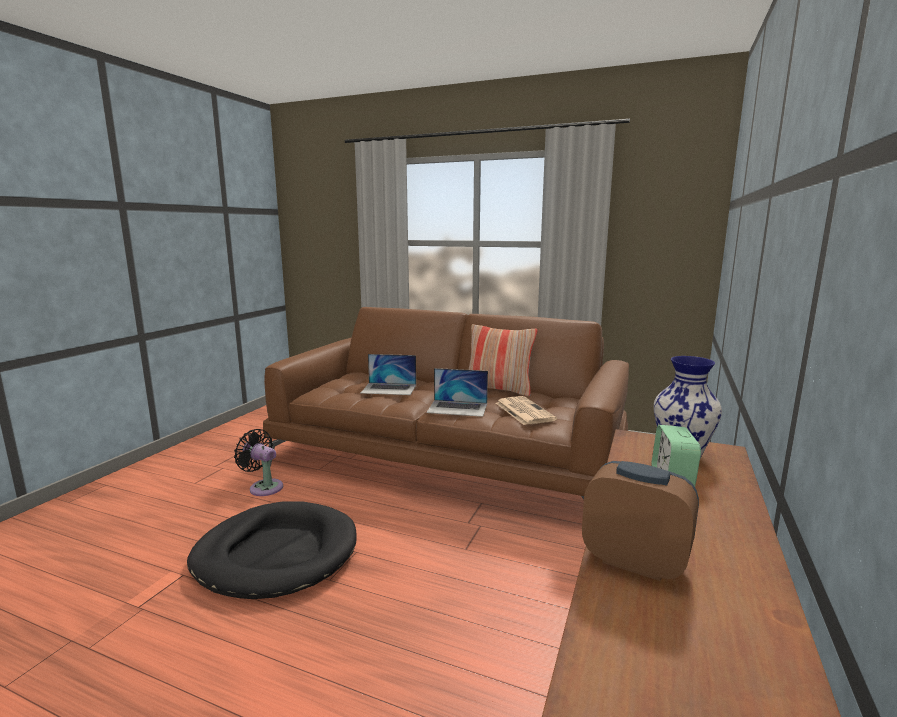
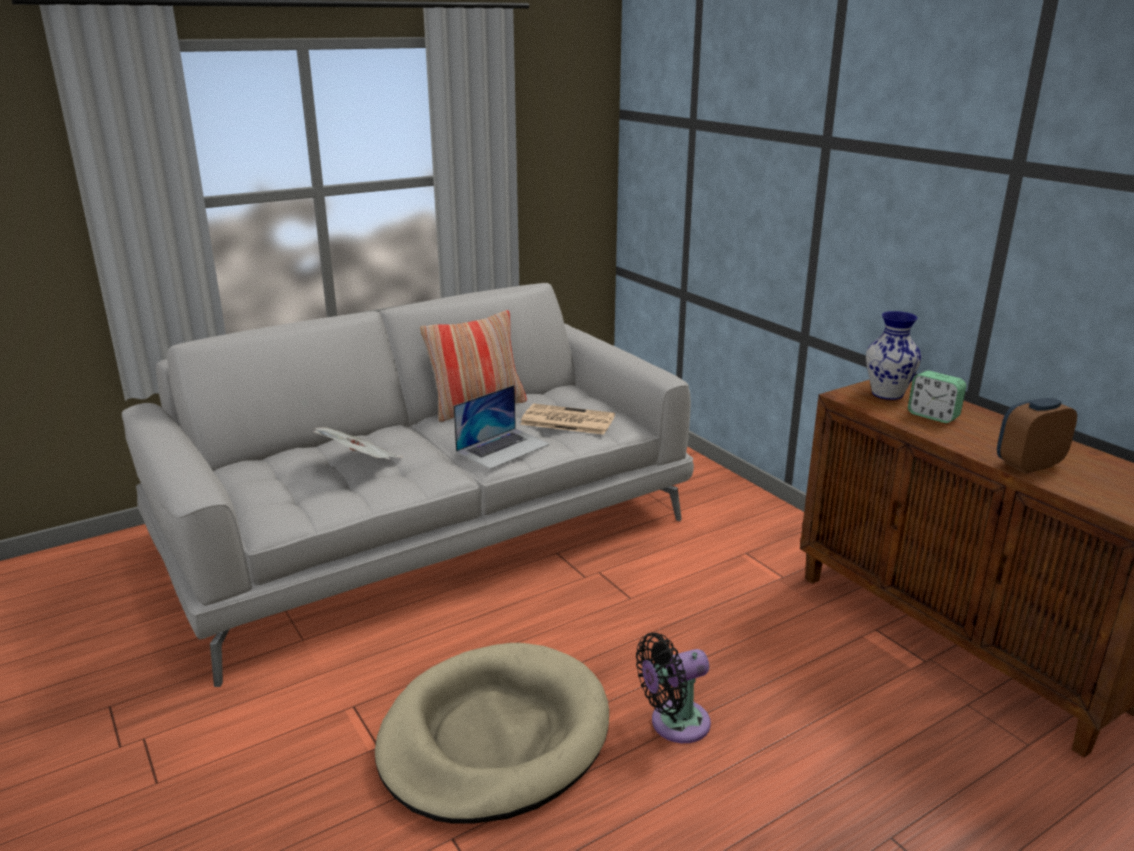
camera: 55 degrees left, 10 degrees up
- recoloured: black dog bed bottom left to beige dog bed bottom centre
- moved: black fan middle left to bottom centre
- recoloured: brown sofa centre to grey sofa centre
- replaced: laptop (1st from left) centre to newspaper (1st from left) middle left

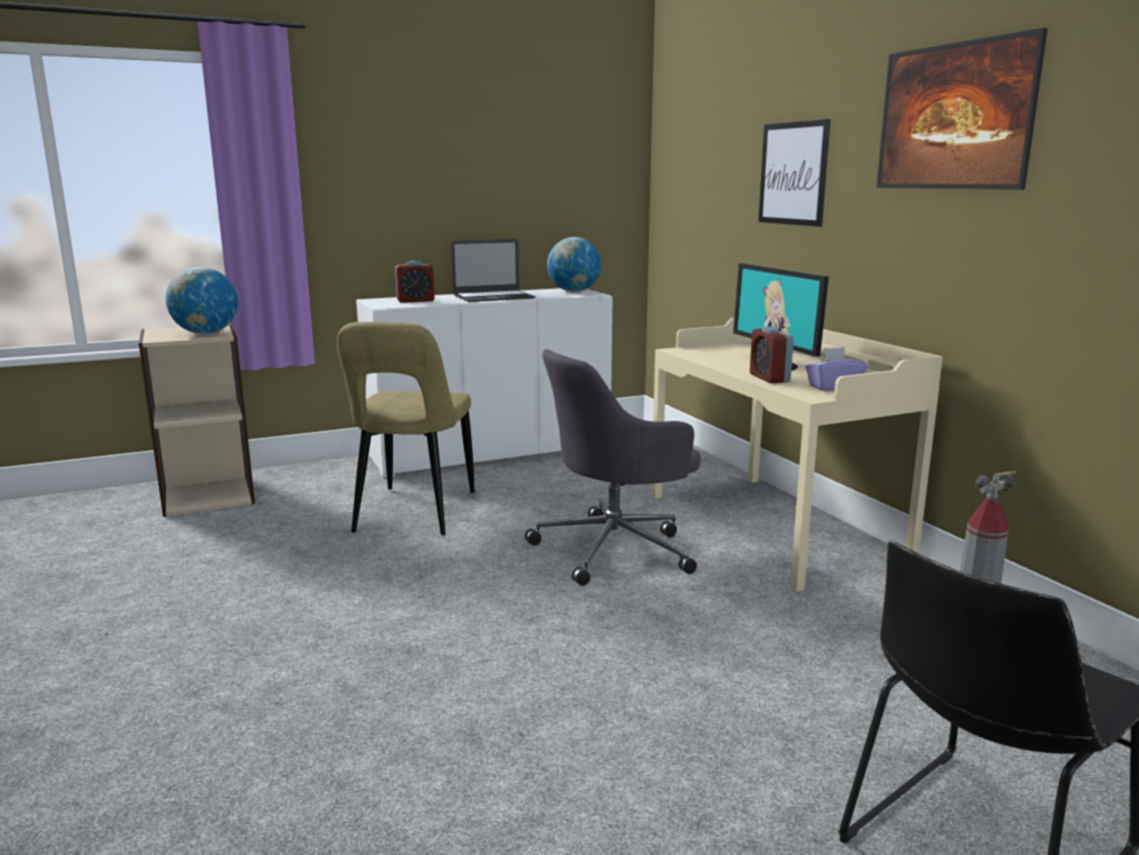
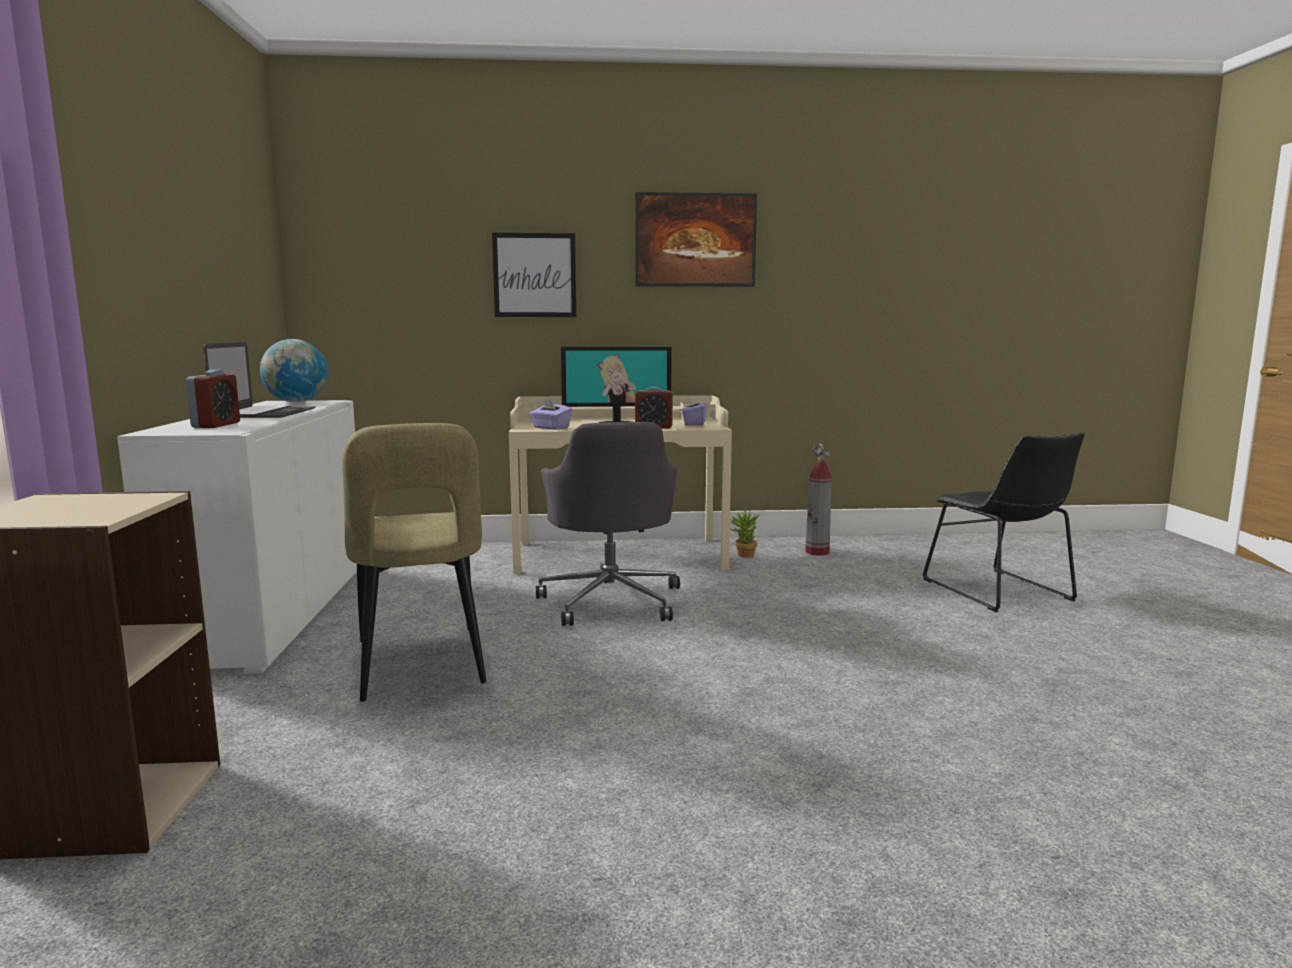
camera: 70 degrees left, 5 degrees down
- removed: globe (1st from left) middle left
- turned: beige chair centre = middle left 45 degrees clockwise
- added: purple tissue box (1st from left) centre
- added: potted plant centre

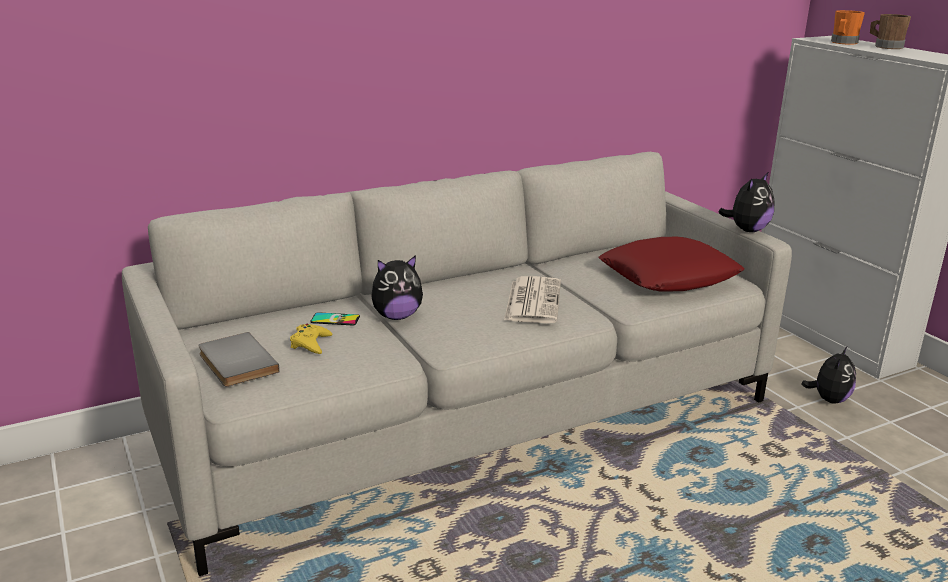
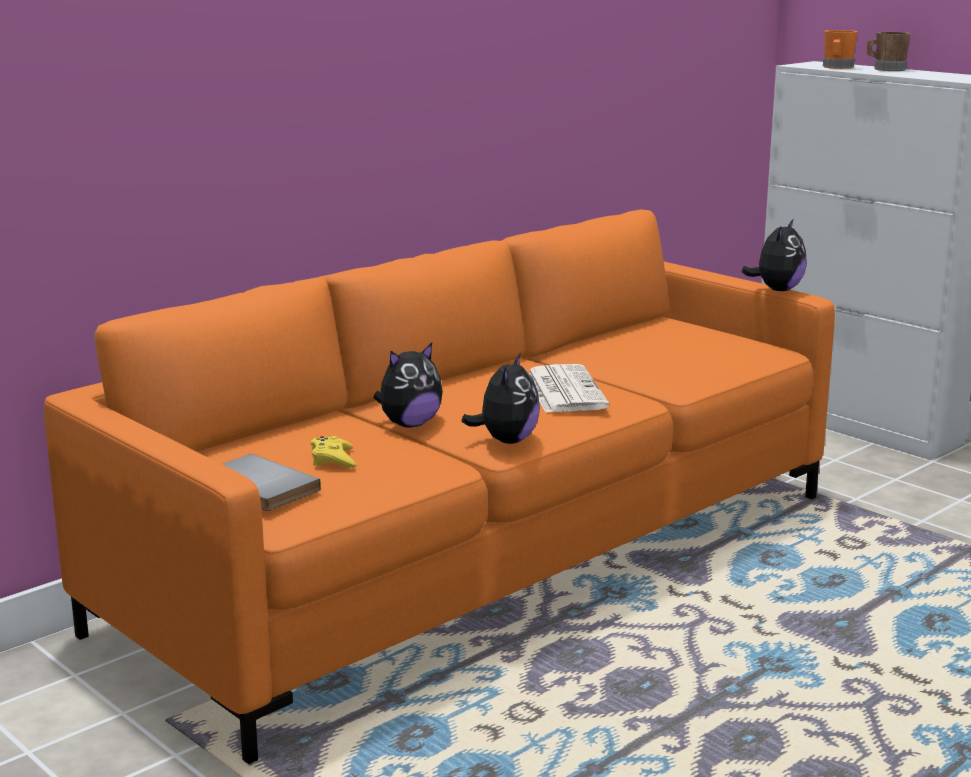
camera: 15 degrees left, 5 degrees down
- recoloured: grey sofa centre to orange sofa centre
- removed: phone centre
- removed: red pillow middle right
- moved: plush toy (3rd from left in the first image) middle right to plush toy (2nd from left) centre

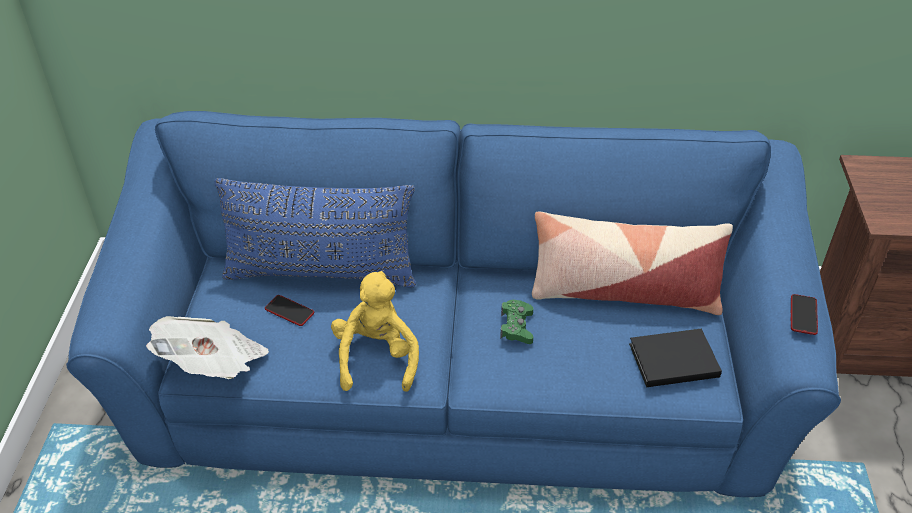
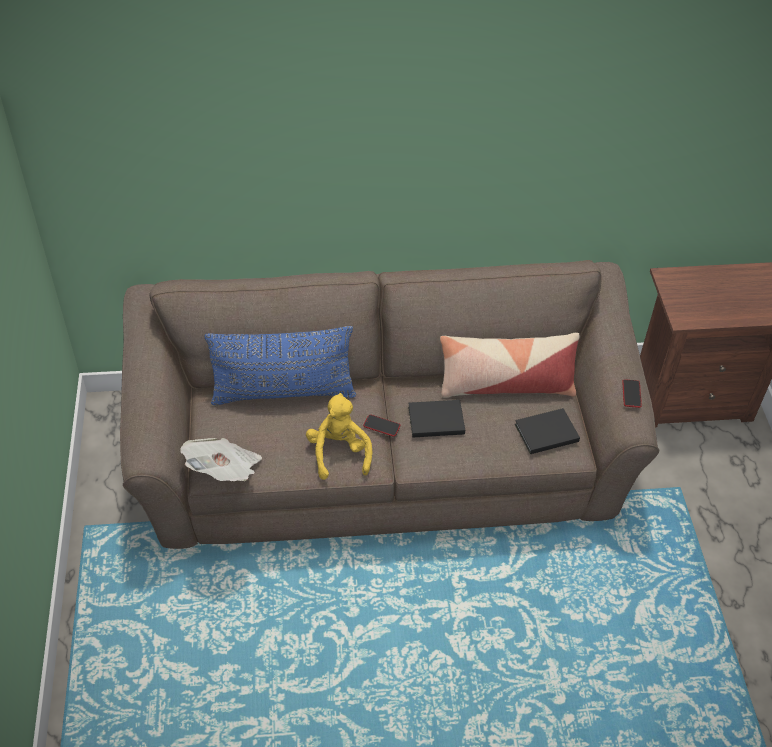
camera: 10 degrees left, 5 degrees up
- recoloured: blue sofa centre to brown sofa centre
- moved: phone (1st from left) middle left to centre
- replaced: green game controller centre to black book (1st from left) centre

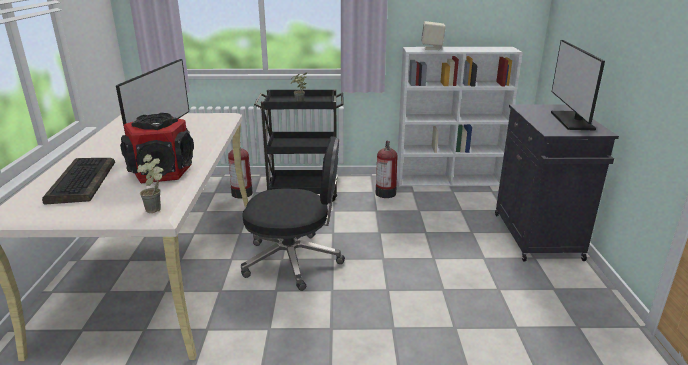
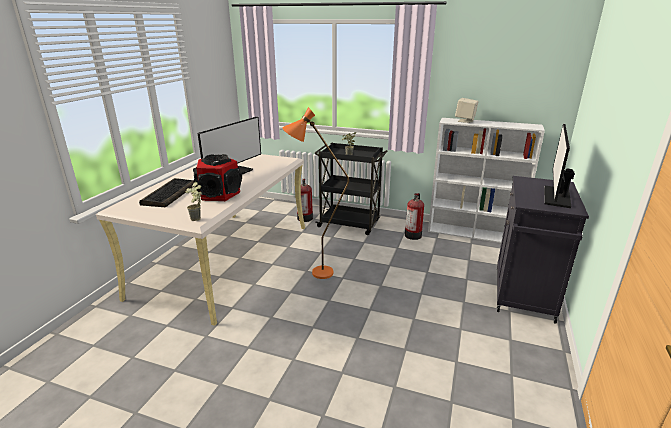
camera: 20 degrees right, 0 degrees up
- replaced: black office chair centre to orange floor lamp centre

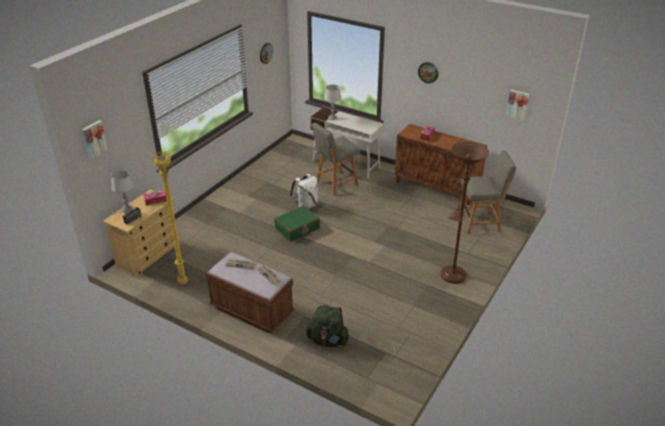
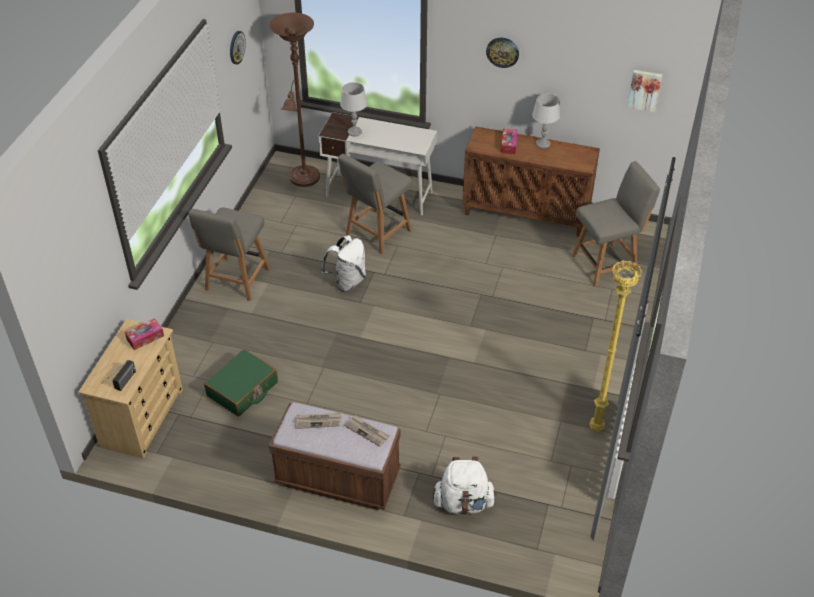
camera: 15 degrees left, 10 degrees up
- removed: picture (1st from left) top left
- moved: grey table lamp (1st from left in the first image) middle left to grey table lamp (2nd from left) top right
- moved: yellow floor lamp middle left to middle right
- moved: green suitcase centre to middle left
- recoloured: green backpack bottom centre to white backpack (2nd from left) bottom centre
- moved: brown floor lamp middle right to top centre
- added: grey chair (1st from left) middle left

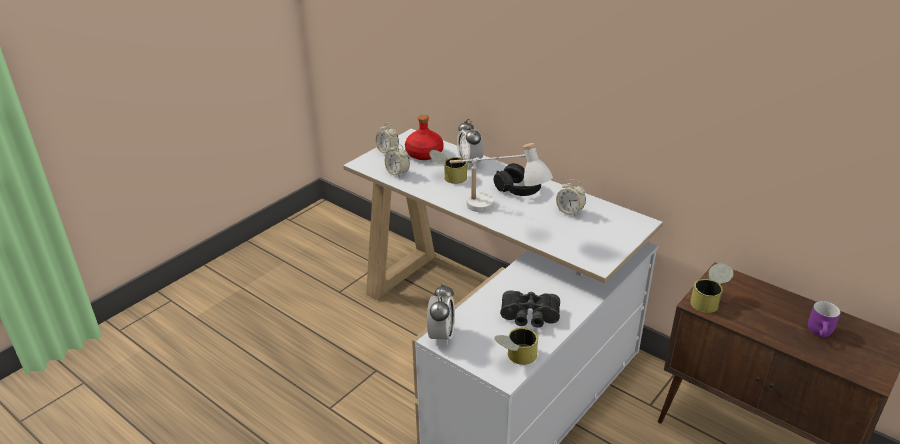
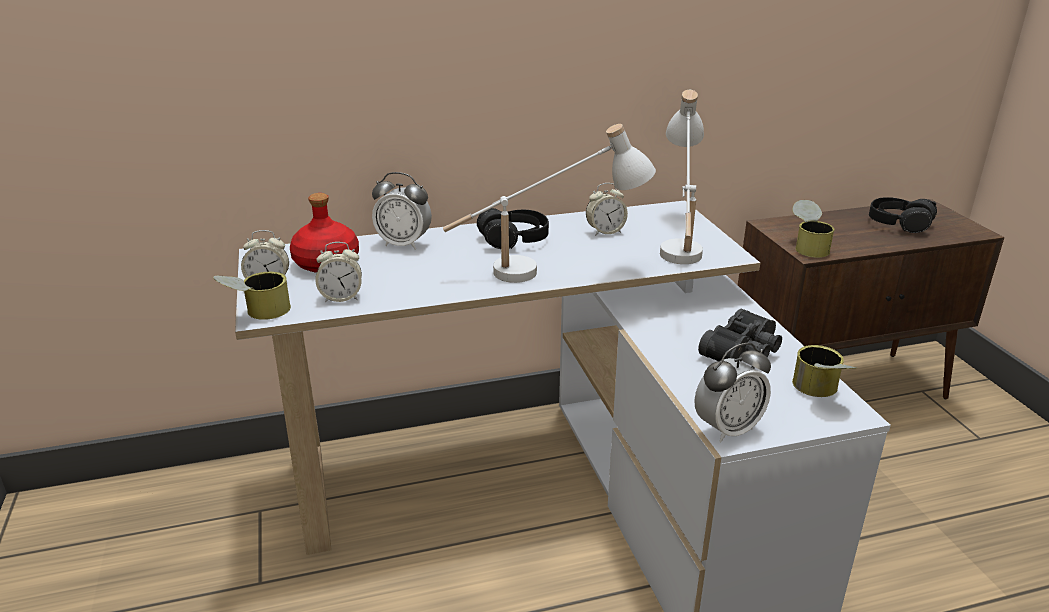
camera: 55 degrees left, 5 degrees down
- turned: alarm clock (3rd from left in the first image) bottom centre = middle right 105 degrees clockwise
- moved: can (1st from left) centre to middle left
- replaced: purple mug bottom right to black headphones (2nd from left) middle right
- added: white table lamp (2nd from left) top centre

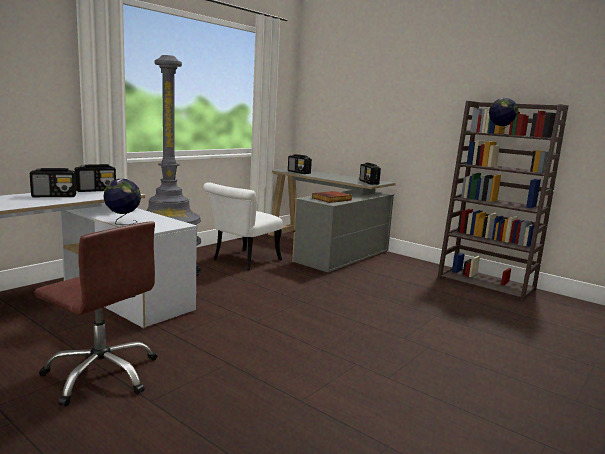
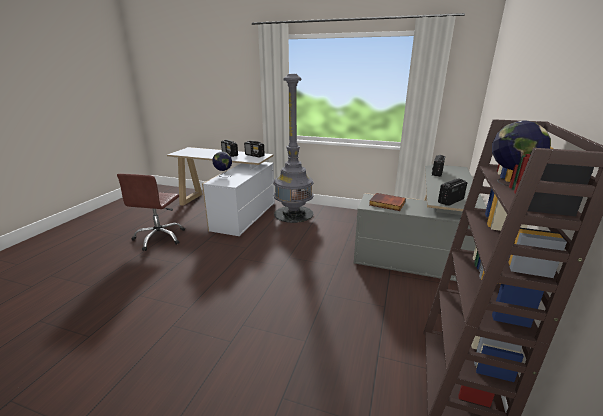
camera: 70 degrees right, 10 degrees up
- removed: white chair centre

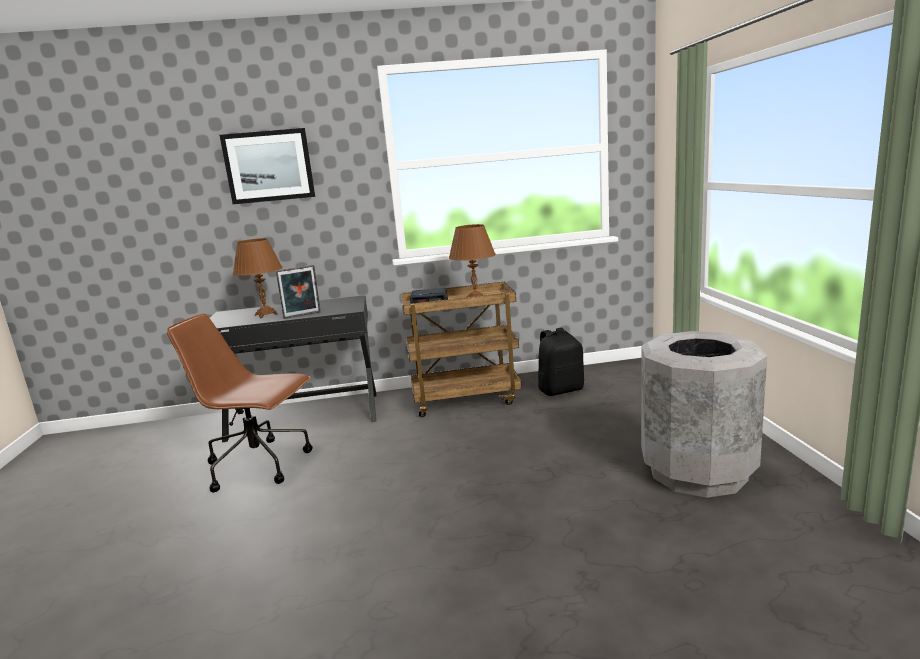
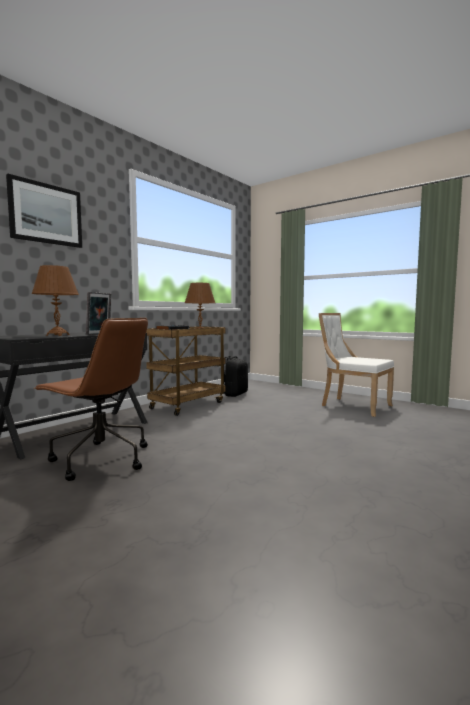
camera: 45 degrees left, 10 degrees down
- turned: brown office chair middle left = middle left 120 degrees counterclockwise
- replaced: grey trash can middle right to white chair middle right

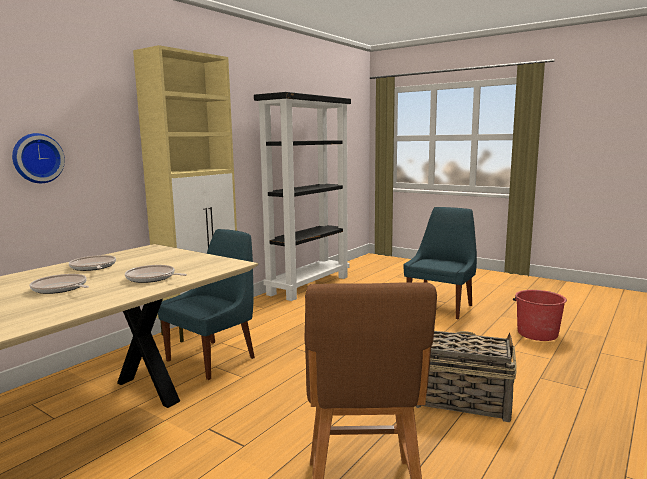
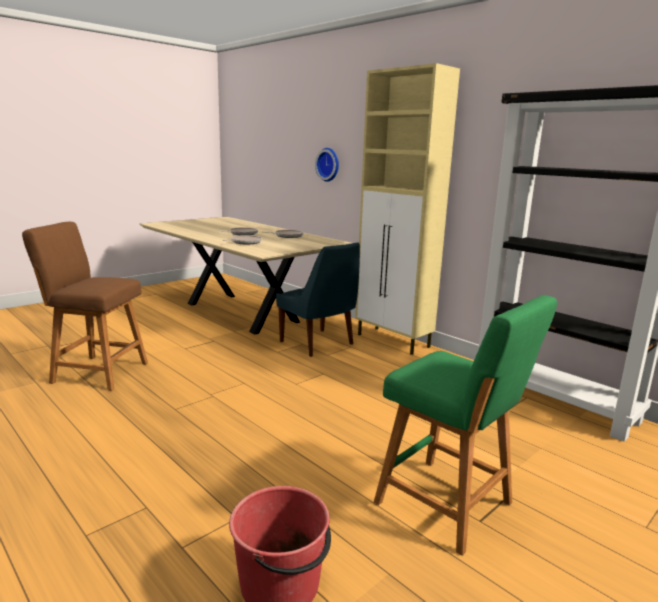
camera: 100 degrees right, 5 degrees up
- replaced: blue chair (2nd from left) middle right to green stool bottom right
- removed: basket bottom right

